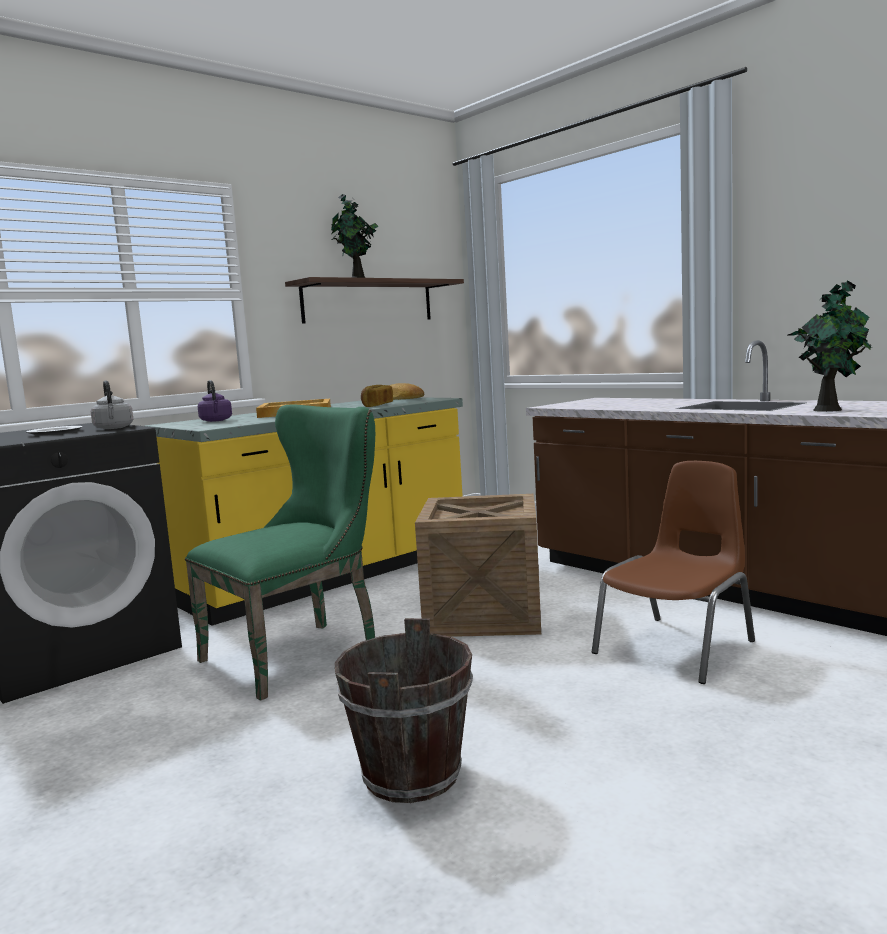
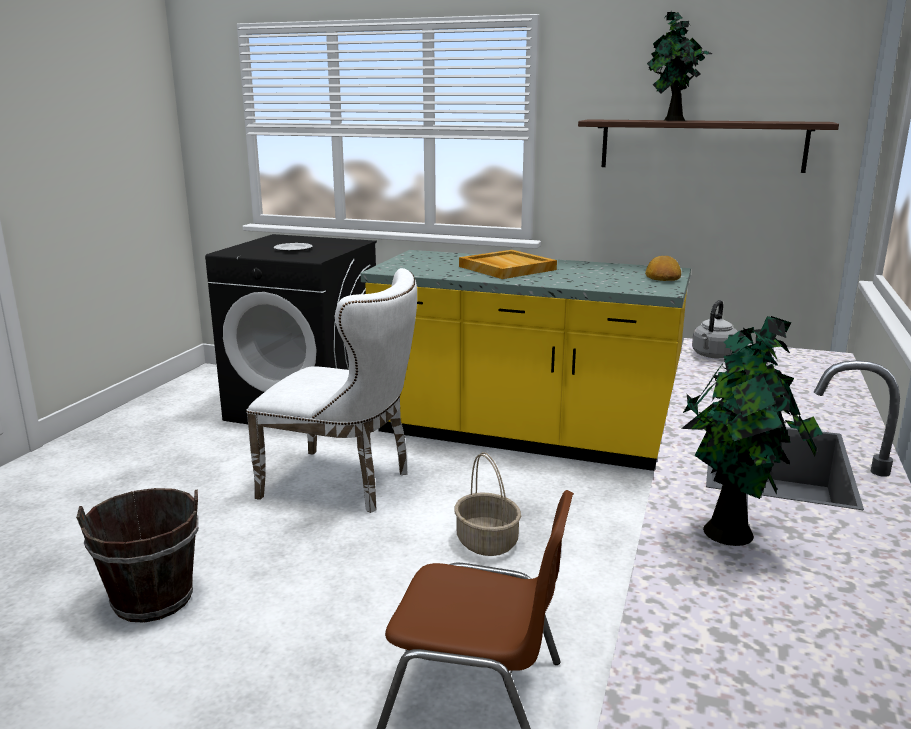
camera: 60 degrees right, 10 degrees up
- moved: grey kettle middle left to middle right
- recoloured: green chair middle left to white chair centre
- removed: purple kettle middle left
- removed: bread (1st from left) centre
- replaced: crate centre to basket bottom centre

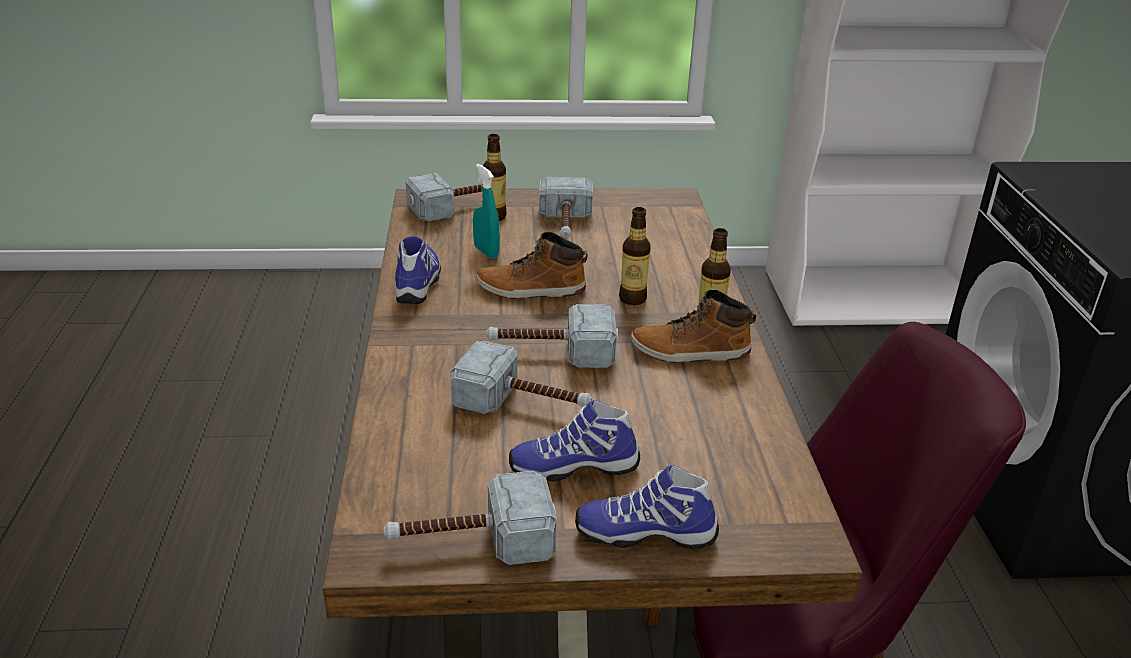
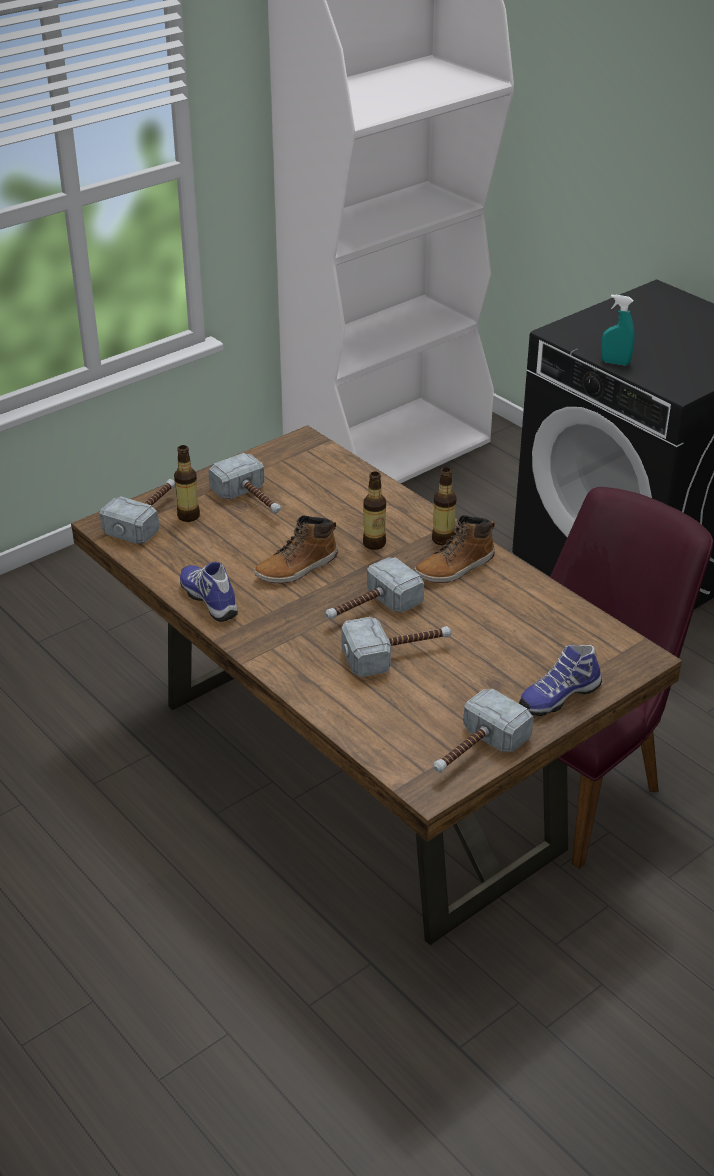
camera: 35 degrees left, 5 degrees up
- moved: turquoise spray bottle top centre to top right
- removed: shoe (2nd from left) bottom centre

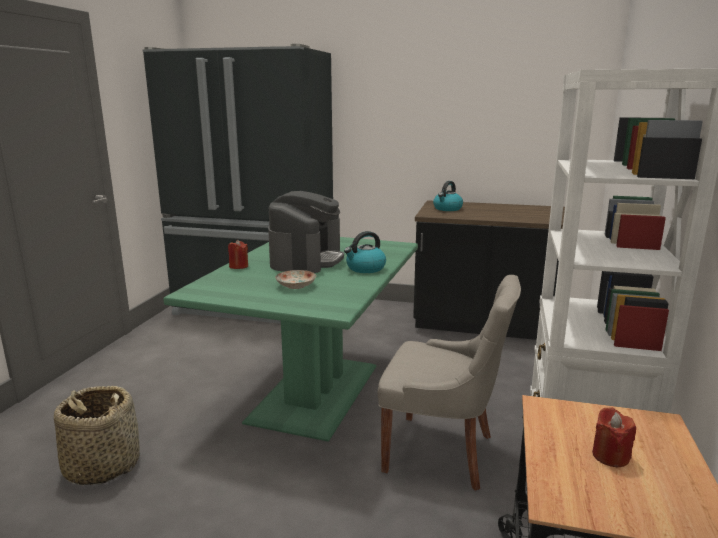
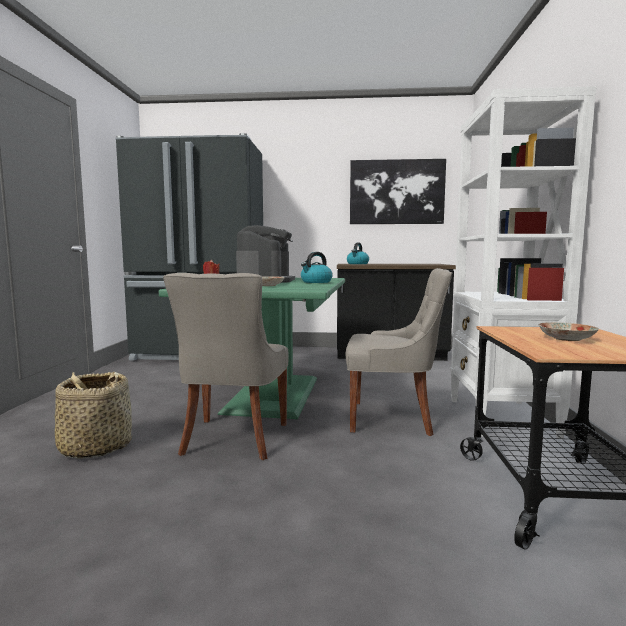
camera: 10 degrees left, 10 degrees down
- replaced: red candle (2nd from left) bottom right to plate (2nd from left) middle right
- added: grey chair (1st from left) centre
- added: picture top centre

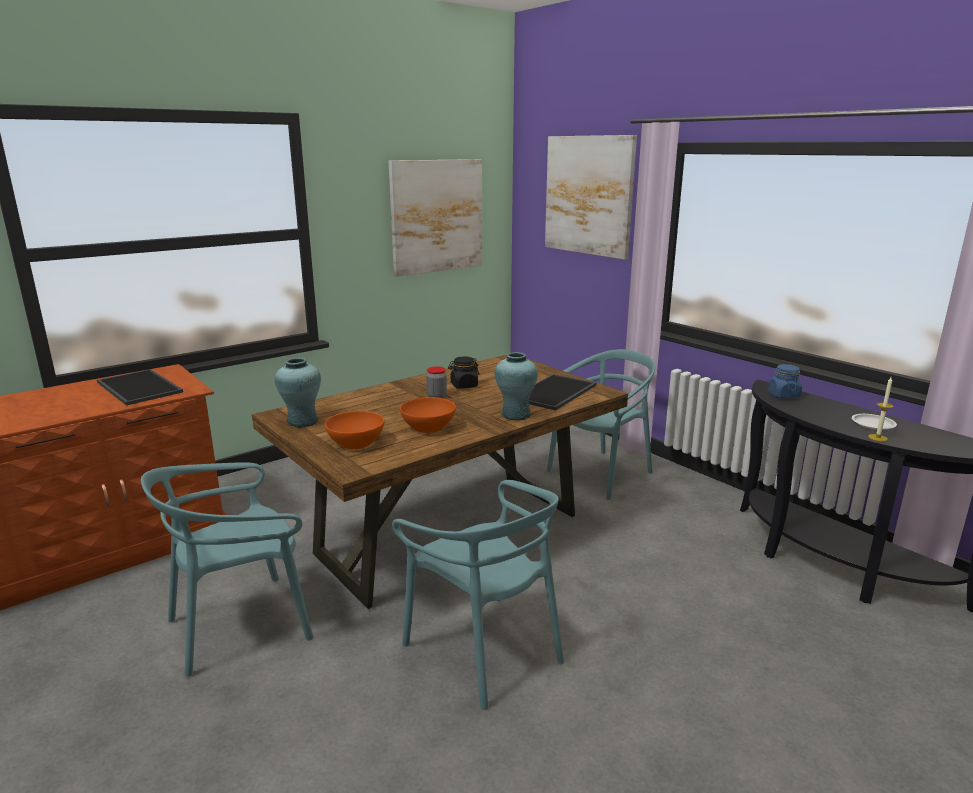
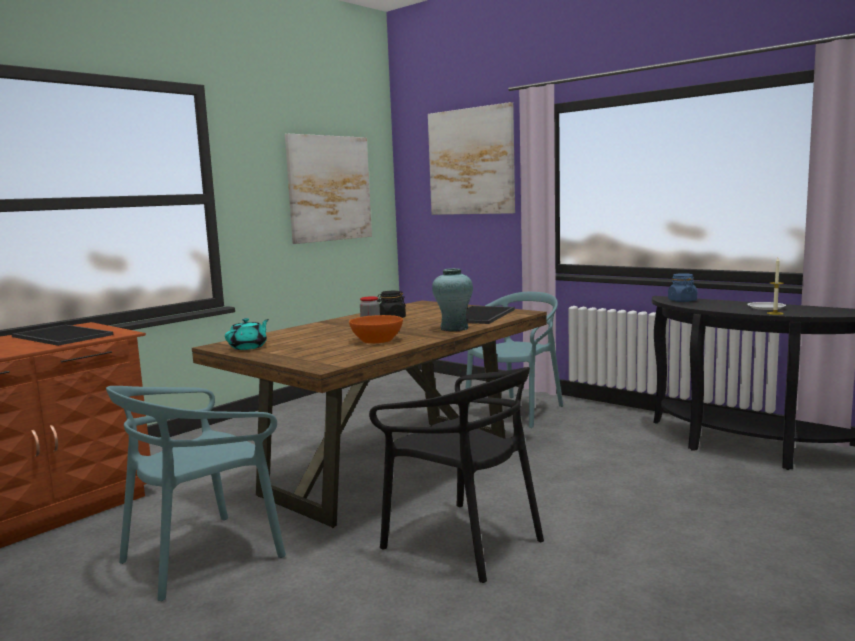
camera: 10 degrees left, 10 degrees down
- replaced: turquoise vase (1st from left) middle left to turquoise teapot middle left
- removed: orange bowl (1st from left) centre
- recoloured: turquoise chair (2nd from left) bottom centre to black chair bottom centre

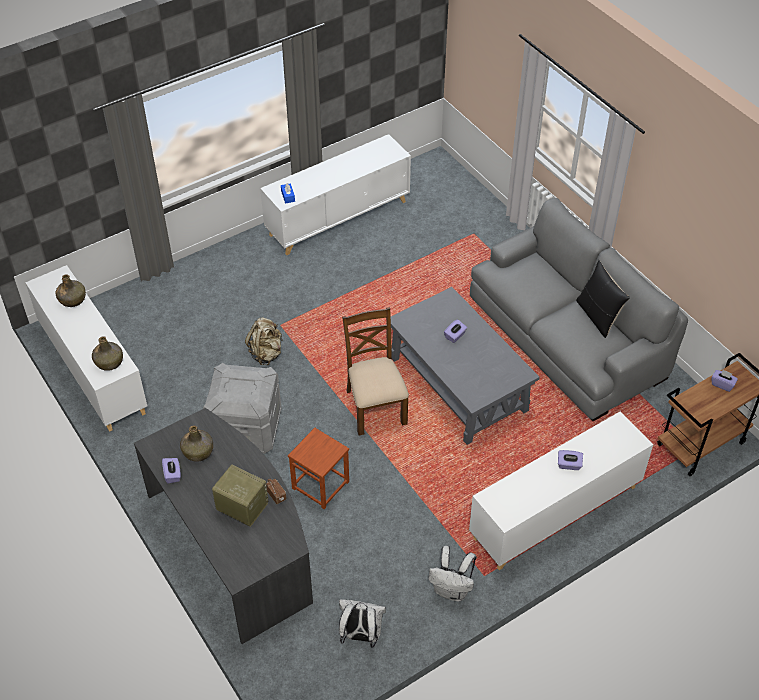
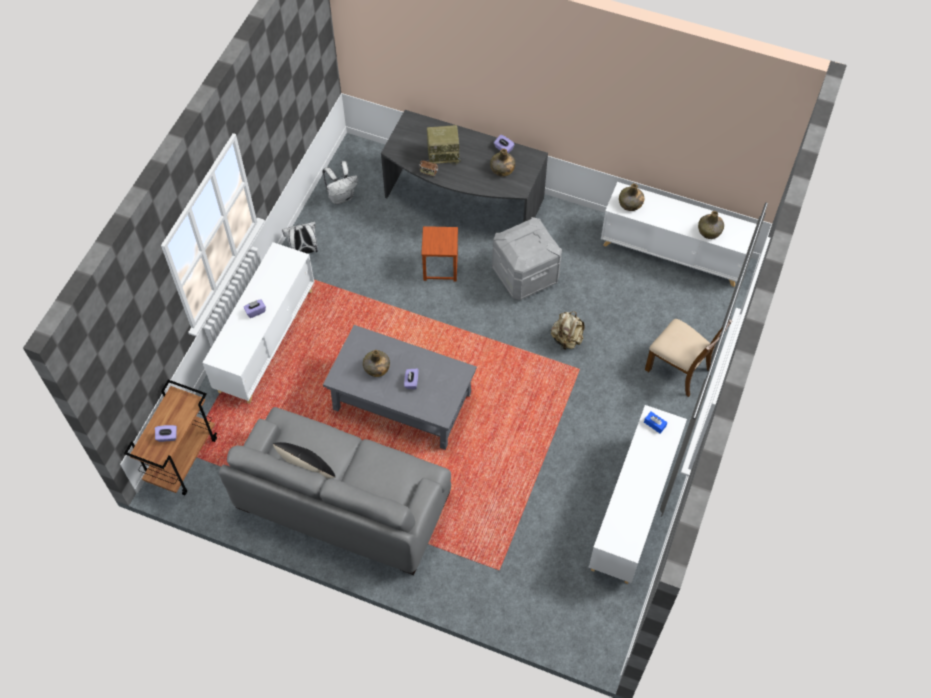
camera: 145 degrees right, 10 degrees up
- moved: brown chair centre to middle right
- added: green bottle (1st from left) centre

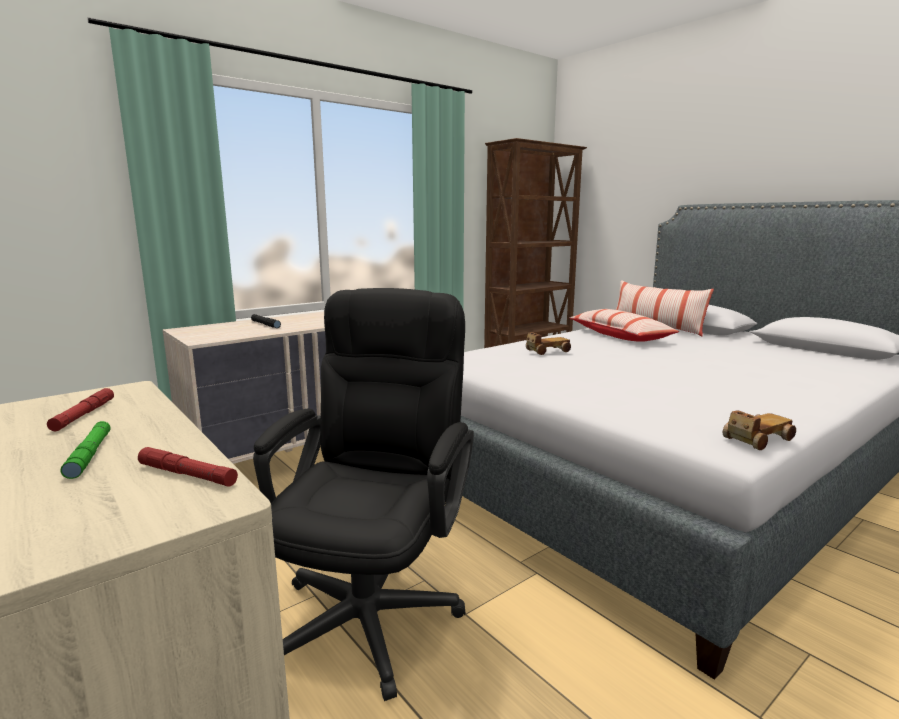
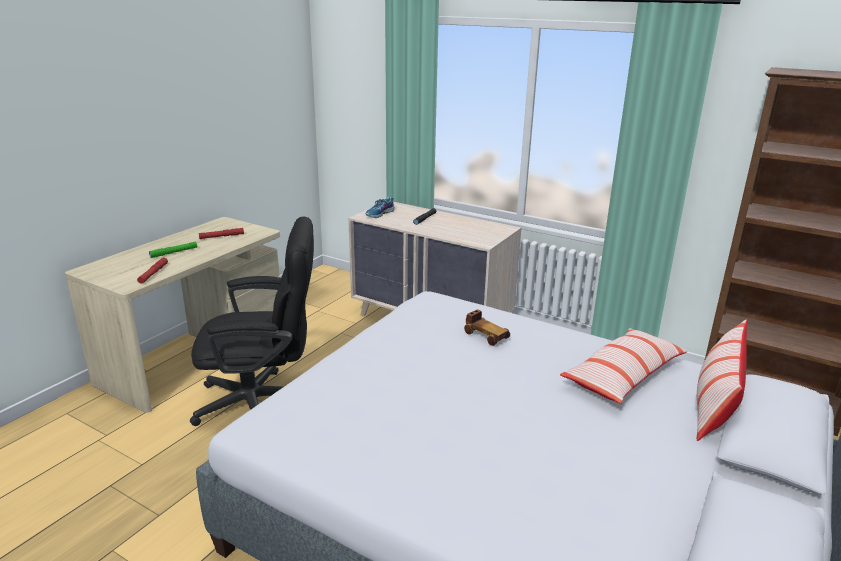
camera: 70 degrees right, 10 degrees up
- removed: toy car (2nd from left) middle right
- added: shoe centre

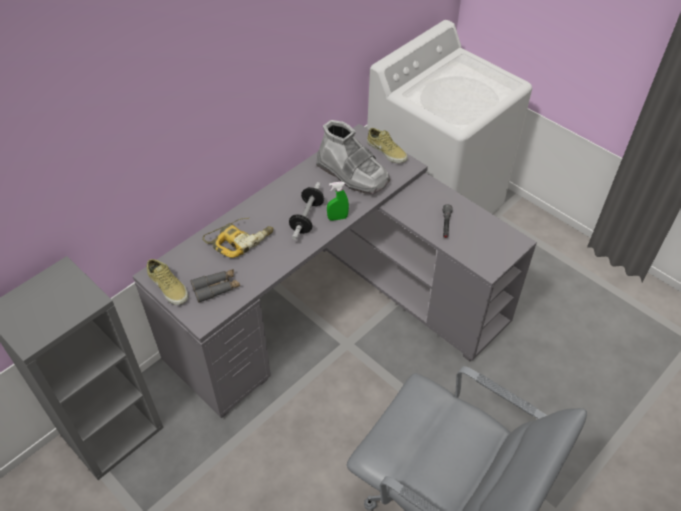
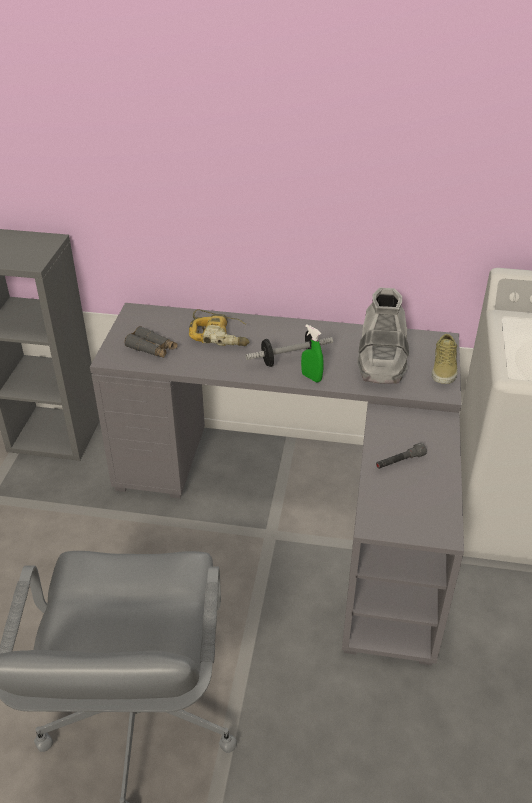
camera: 55 degrees right, 10 degrees down
- removed: beige shoe (1st from left) middle left

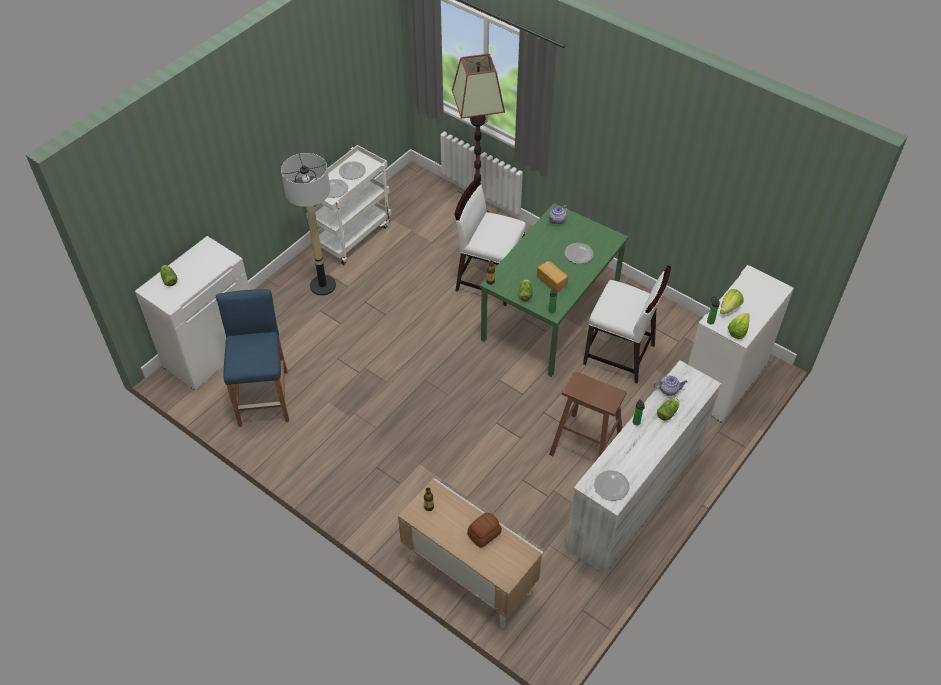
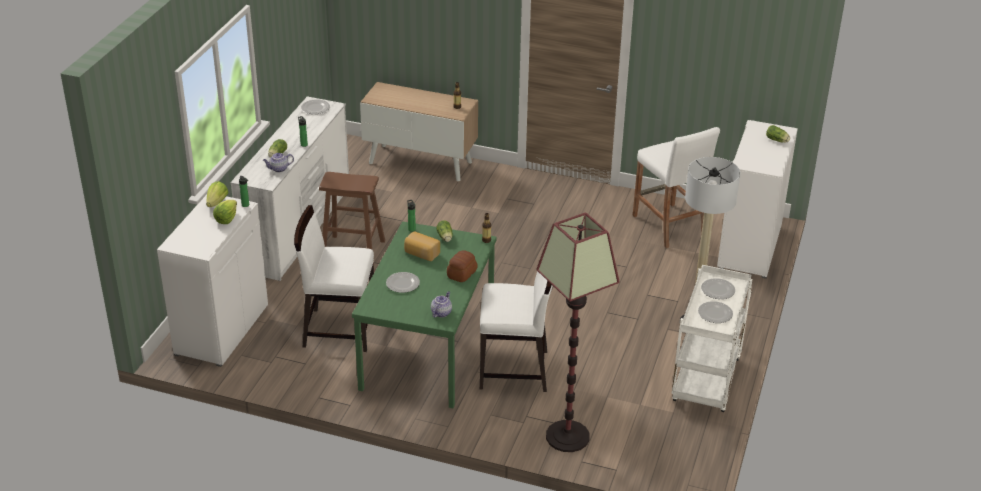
camera: 160 degrees right, 15 degrees down
- recoloured: blue stool middle left to white stool middle right
- moved: bread (1st from left in the first image) bottom centre to bread (2nd from left) centre

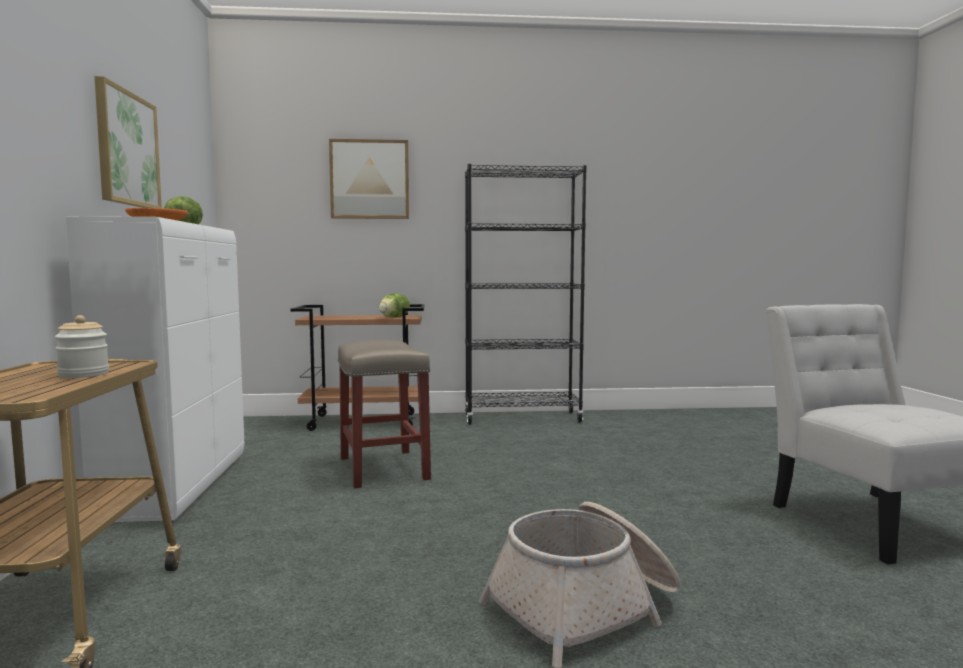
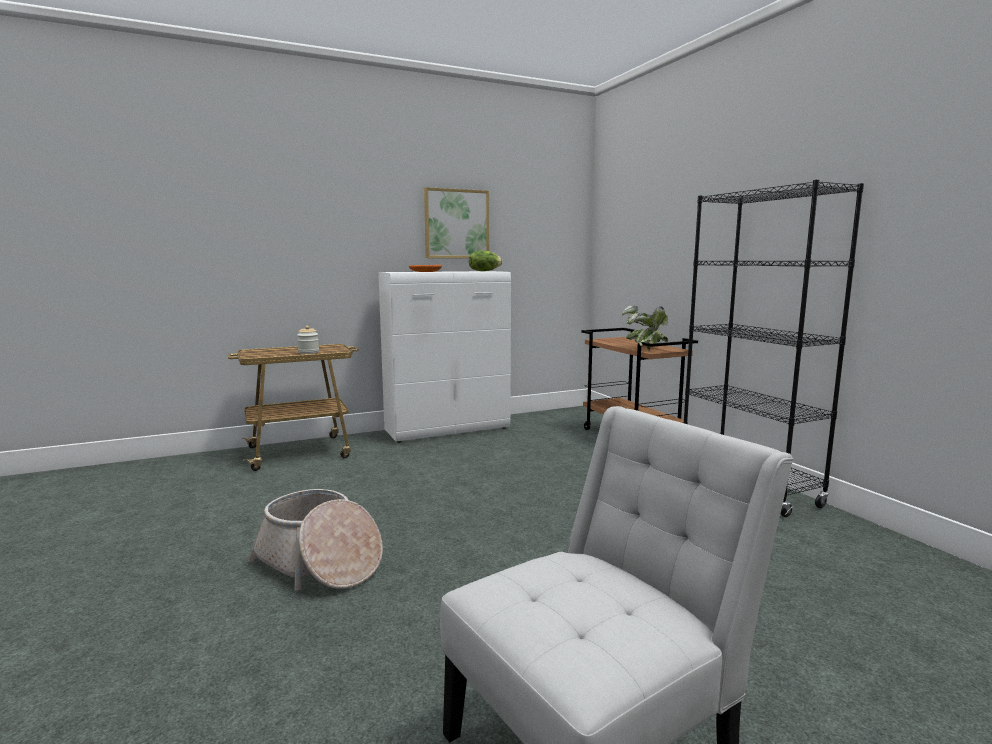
camera: 70 degrees right, 5 degrees up
- removed: picture (2nd from left) top centre
- removed: beige stool centre
- replaced: lettuce (2nd from left) centre to potted plant centre

